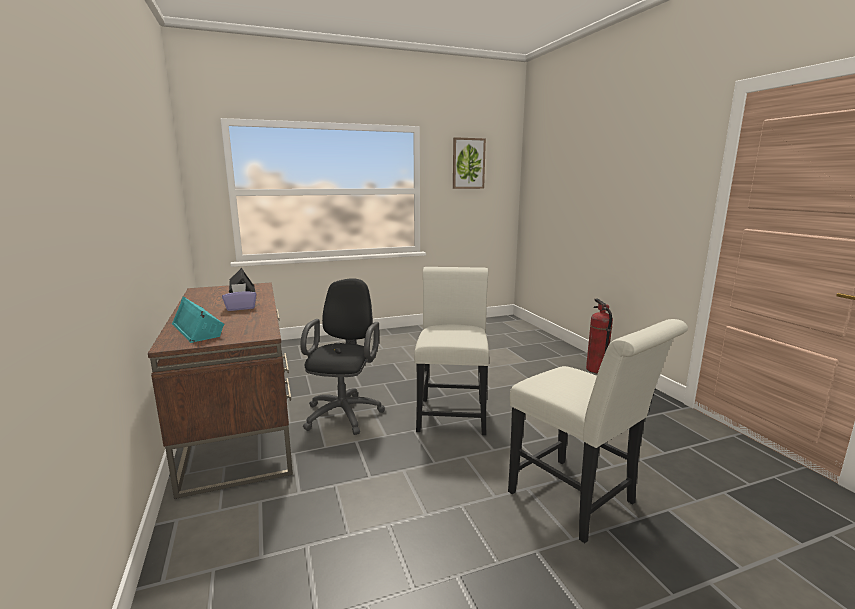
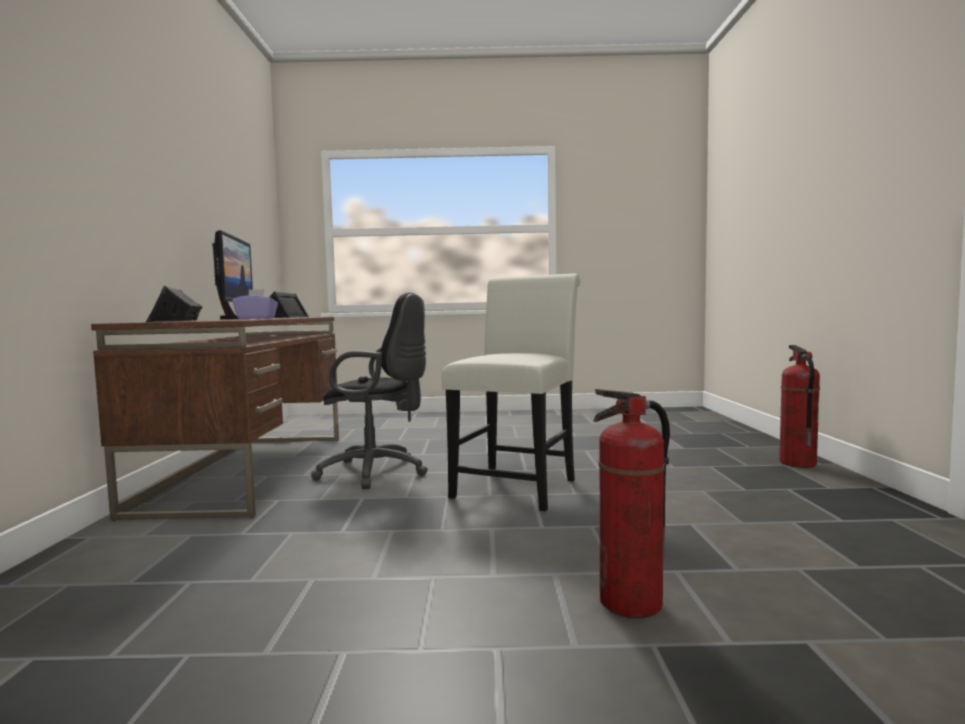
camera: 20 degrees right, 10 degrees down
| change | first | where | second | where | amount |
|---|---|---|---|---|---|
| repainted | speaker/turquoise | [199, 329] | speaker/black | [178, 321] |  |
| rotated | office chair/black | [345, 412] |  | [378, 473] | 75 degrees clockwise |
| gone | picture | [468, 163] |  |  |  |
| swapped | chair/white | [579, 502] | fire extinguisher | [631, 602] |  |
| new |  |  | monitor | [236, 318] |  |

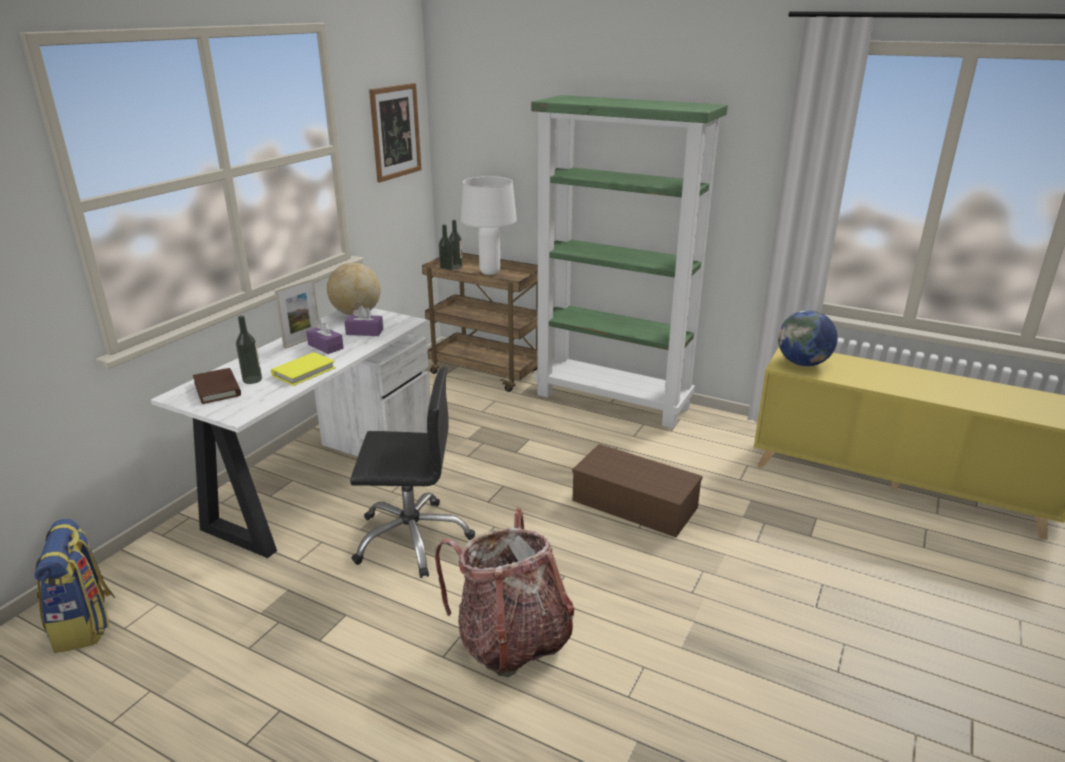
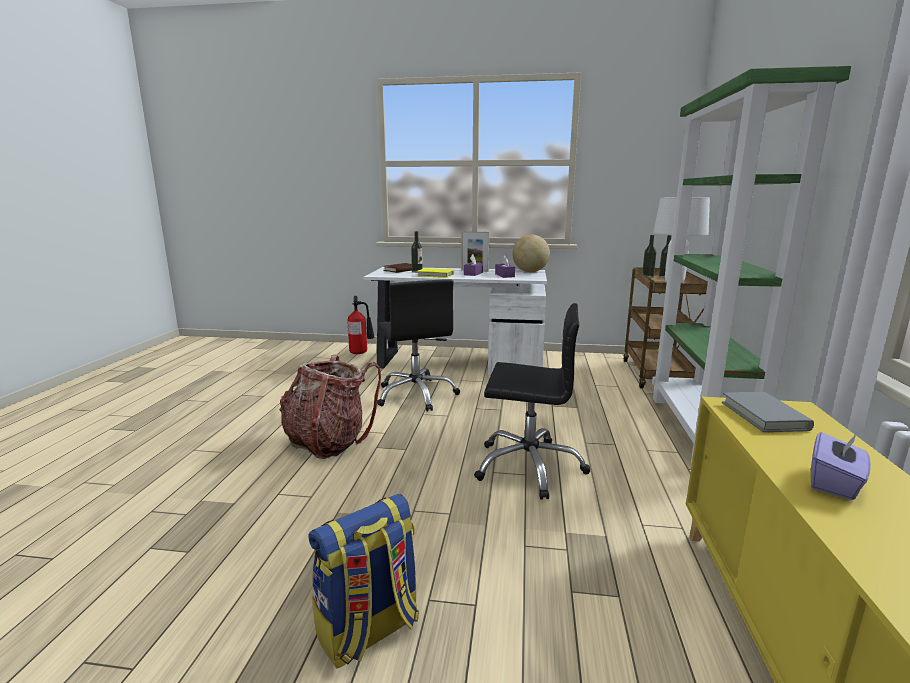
camera: 70 degrees right, 10 degrees down
| change | first | where | second | where | amount |
|---|---|---|---|---|---|
| shifted | backpack | [85, 624] |  | [369, 631] |  |
| gone | picture | [395, 132] |  |  |  |
| swapped | storage box/brown | [636, 504] | office chair/black | [529, 466] |  |
| swapped | globe | [803, 363] | book/grey | [764, 416] |  |
| new |  |  | fire extinguisher | [361, 352] |  |
| new |  |  | tissue box/purple | [834, 483] |  |

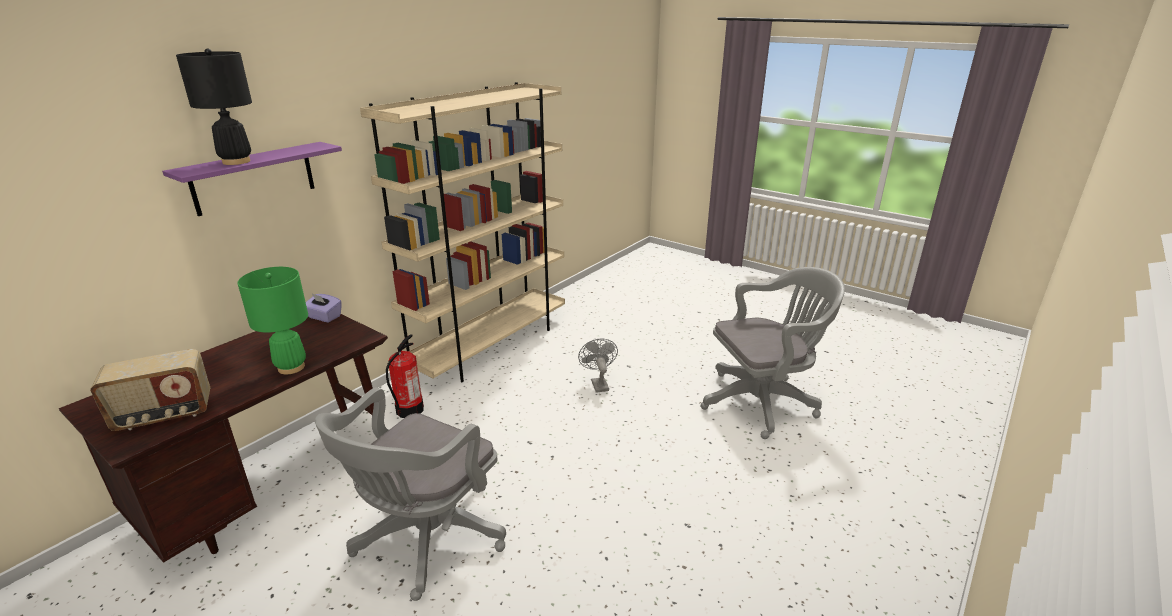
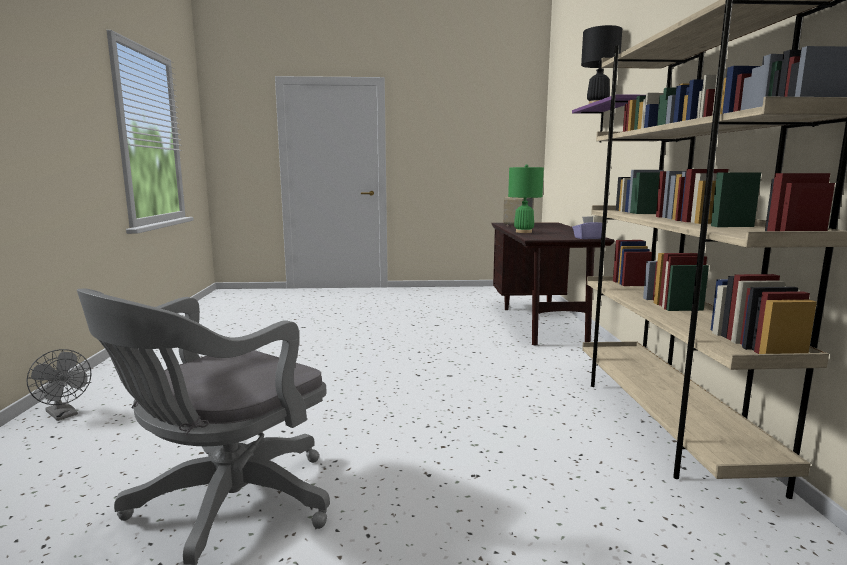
camera: 140 degrees right, 15 degrees down
| change | first | where | second | where | amount |
|---|---|---|---|---|---|
| gone | office chair/grey | [425, 540] |  |  |  |
| gone | fire extinguisher | [409, 410] |  |  |  |
| shifted | fan/grey | [598, 383] |  | [64, 415] |  |

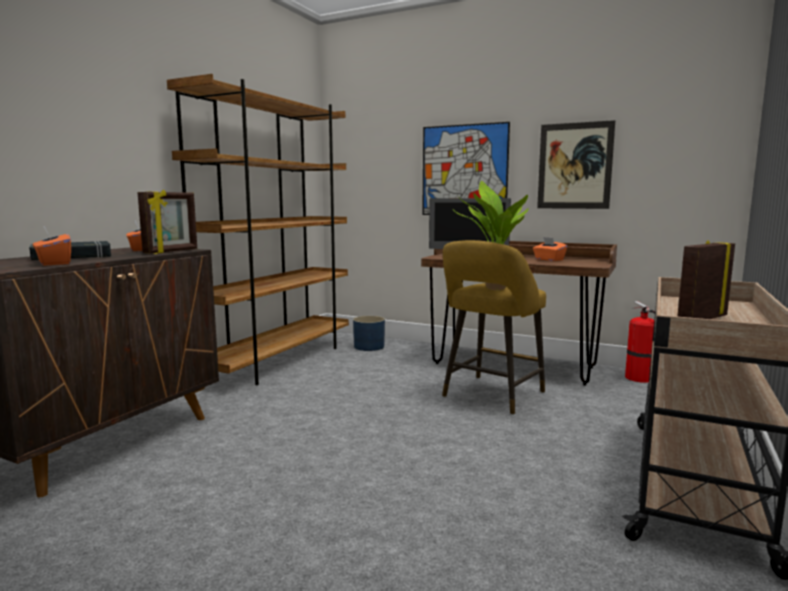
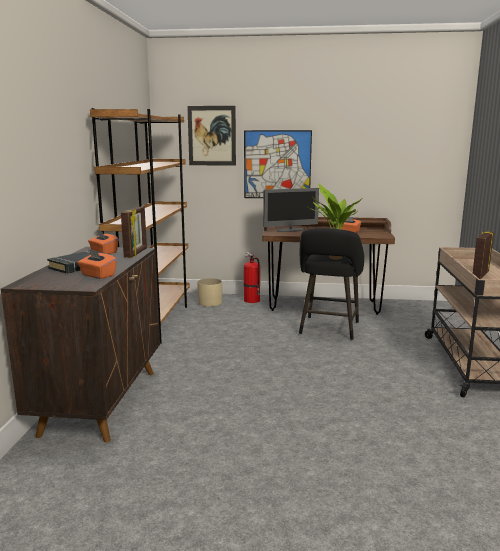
camera: 20 degrees left, 5 degrees up
| change | first | where | second | where | amount |
|---|---|---|---|---|---|
| repainted | planter/blue | [369, 346] | planter/beige | [210, 302] |  |
| repainted | stool/yellow | [490, 396] | stool/black | [328, 330] |  |
| shifted | picture | [574, 166] |  | [212, 136] |  |
| shifted | fire extinguisher | [640, 378] |  | [252, 300] |  |

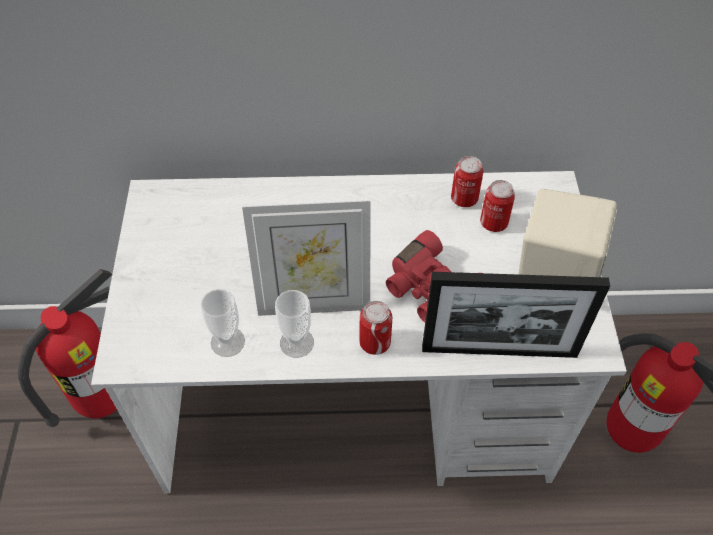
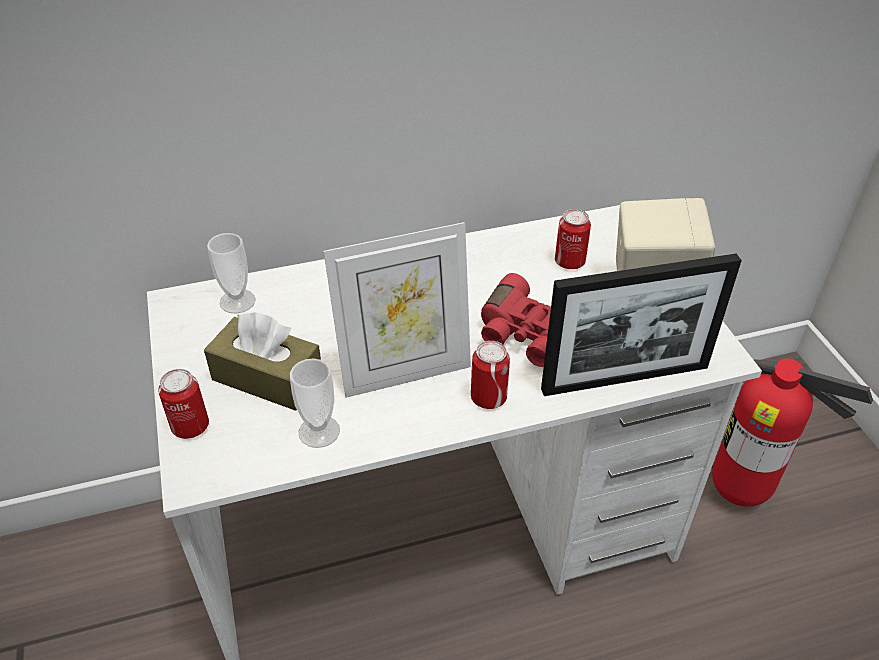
camera: 15 degrees left, 10 degrees down
| change | first | where | second | where | amount |
|---|---|---|---|---|---|
| gone | fire extinguisher | [103, 401] |  |  |  |
| shifted | cup | [296, 343] |  | [237, 301] |  |
| shifted | can | [464, 199] |  | [190, 426] |  |
| new |  |  | tissue box/brown | [267, 377] |  |

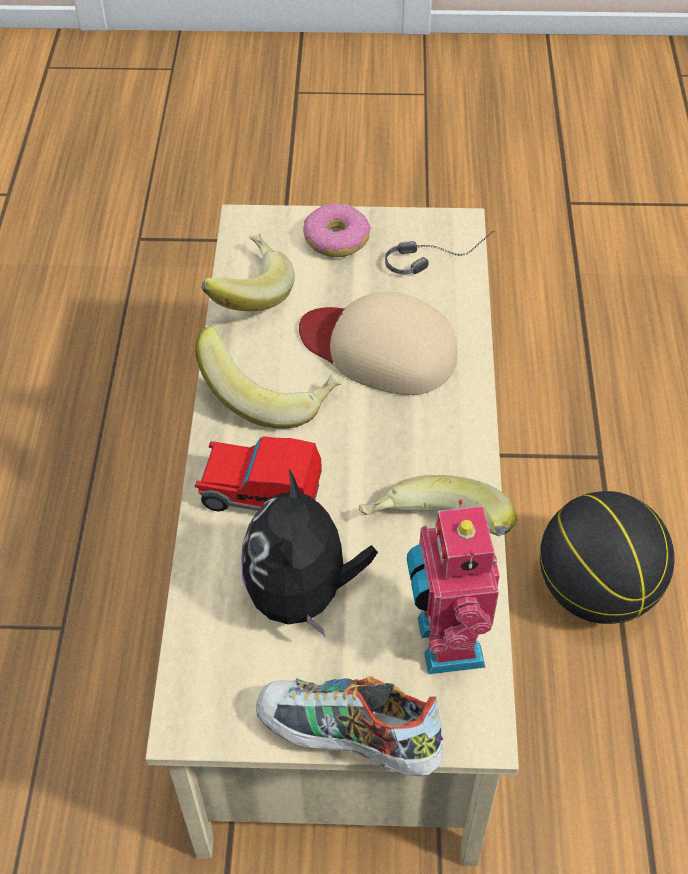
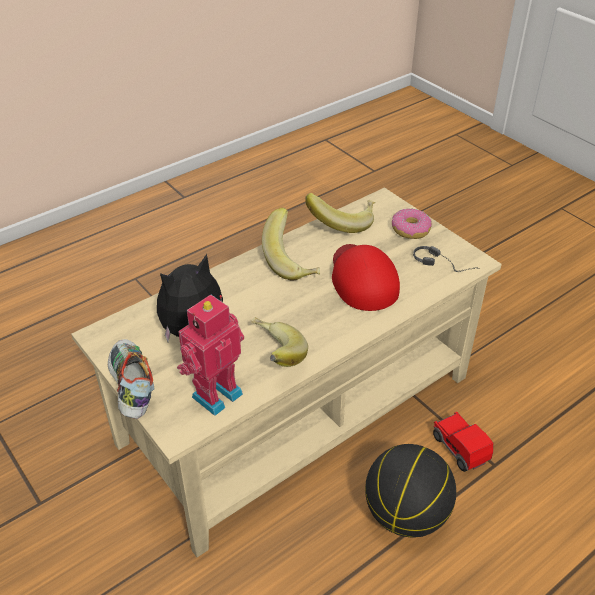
camera: 50 degrees right, 10 degrees down
| change | first | where | second | where | amount |
|---|---|---|---|---|---|
| shifted | toy car | [260, 494] |  | [460, 448] |  |
| repainted | cap/beige | [379, 348] | cap/red | [362, 279] |  |

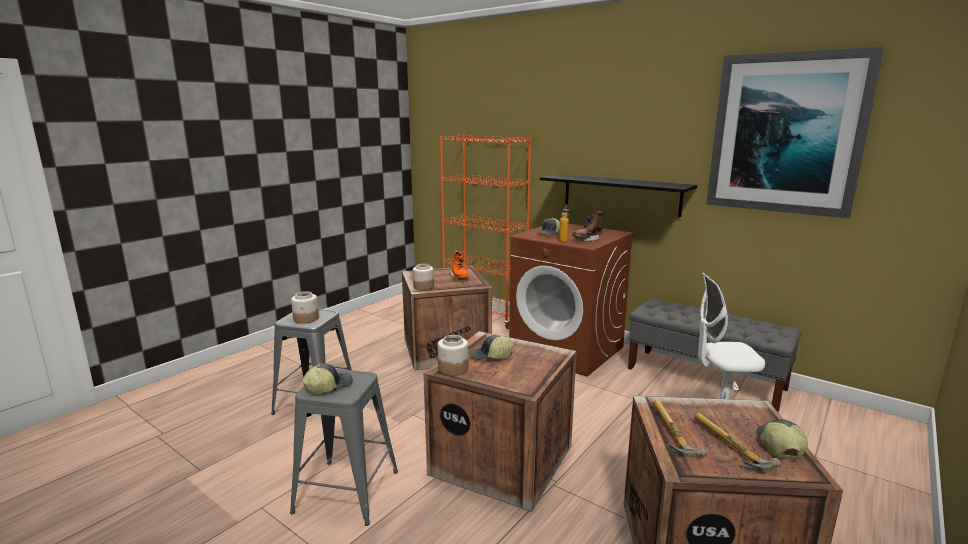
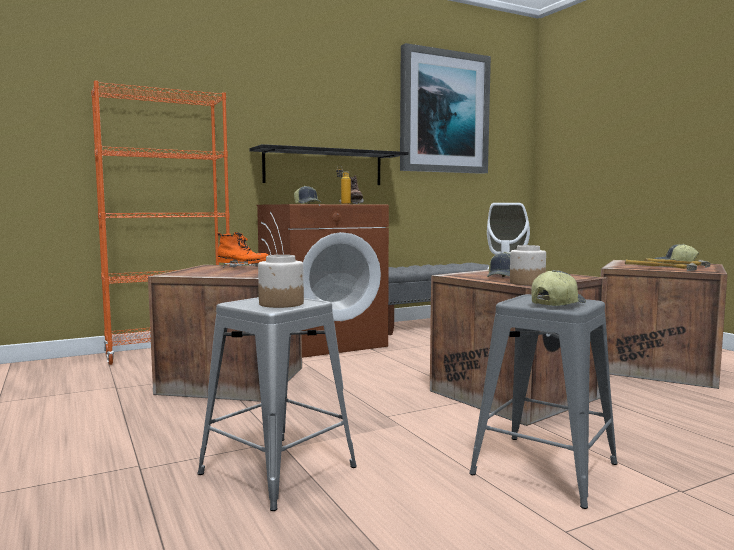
camera: 65 degrees left, 10 degrees down
| change | first | where | second | where | amount |
|---|---|---|---|---|---|
| rotated | cap | [328, 386] |  | [556, 303] | 60 degrees clockwise |
| gone | jar | [423, 287] |  |  |  |

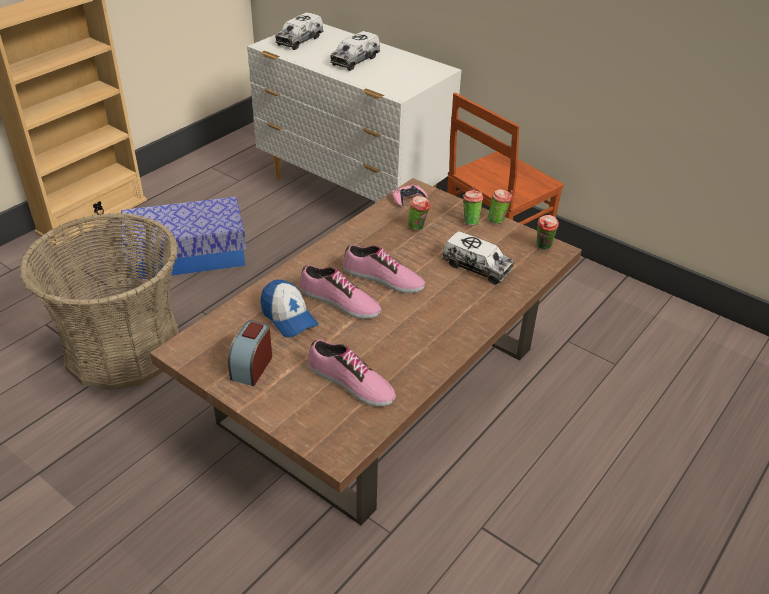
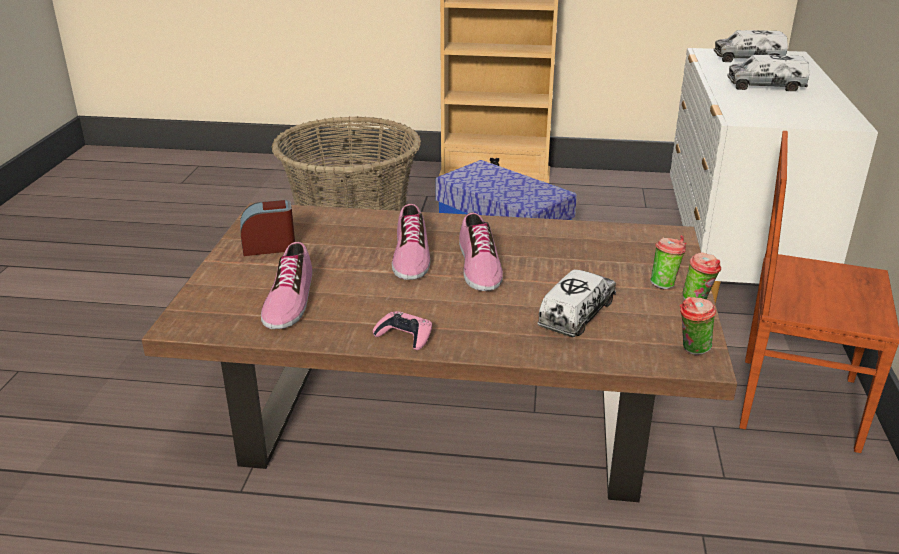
camera: 60 degrees right, 10 degrees down
| change | first | where | second | where | amount |
|---|---|---|---|---|---|
| gone | cap | [288, 317] |  |  |  |
| shifted | game controller/pink | [408, 199] |  | [404, 336] |  |
| gone | cup | [418, 228] |  |  |  |
| rotated | toy truck | [476, 267] |  | [577, 314] | 150 degrees counterclockwise |

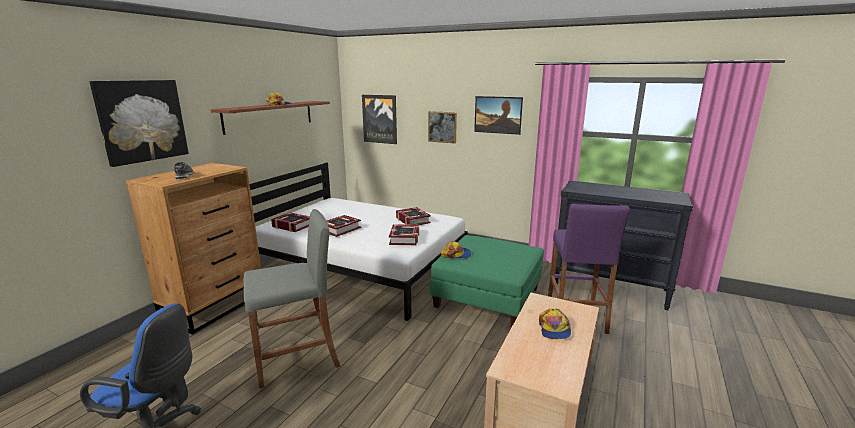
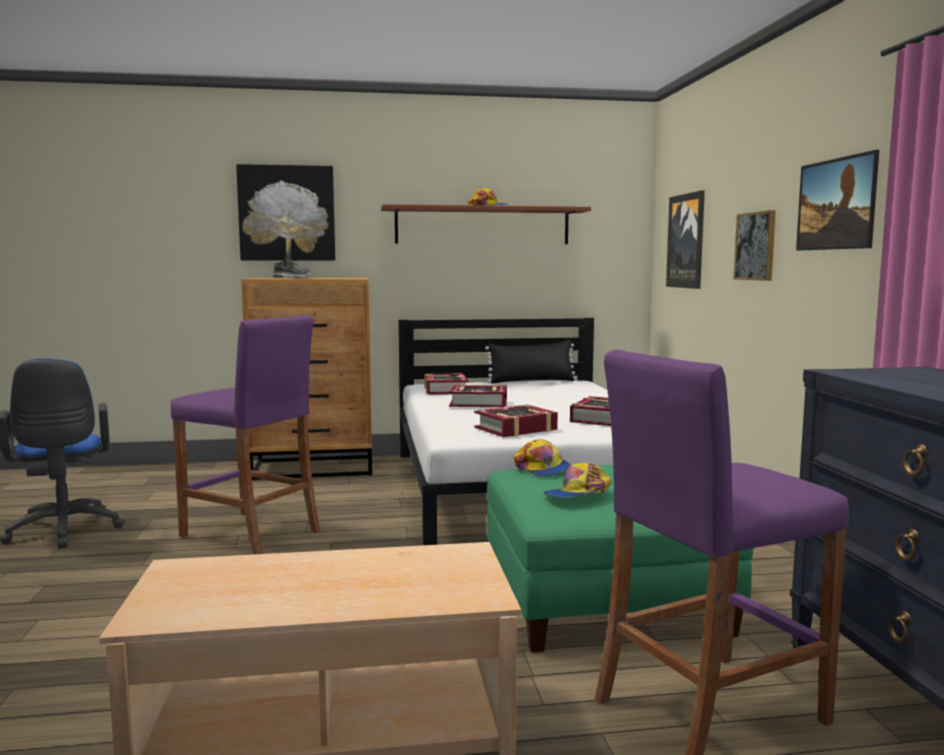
camera: 55 degrees right, 10 degrees down
| change | first | where | second | where | amount |
|---|---|---|---|---|---|
| repainted | stool/grey | [298, 360] | stool/purple | [251, 534] |  |
| shifted | cap | [554, 329] |  | [578, 494] |  |
| new |  |  | pillow/black | [531, 381] |  |

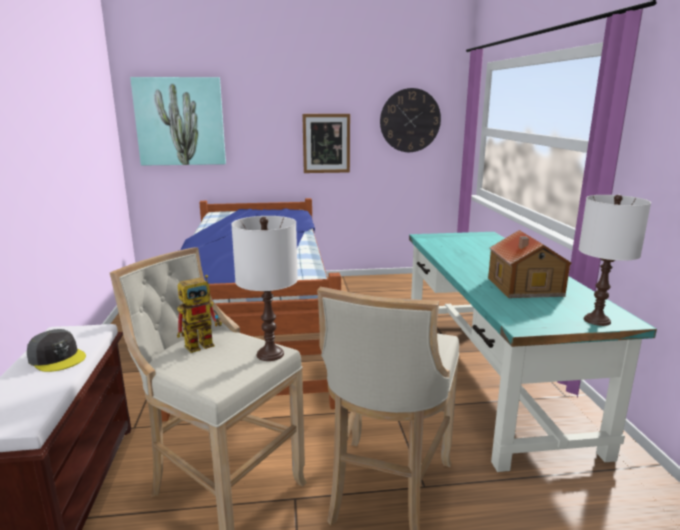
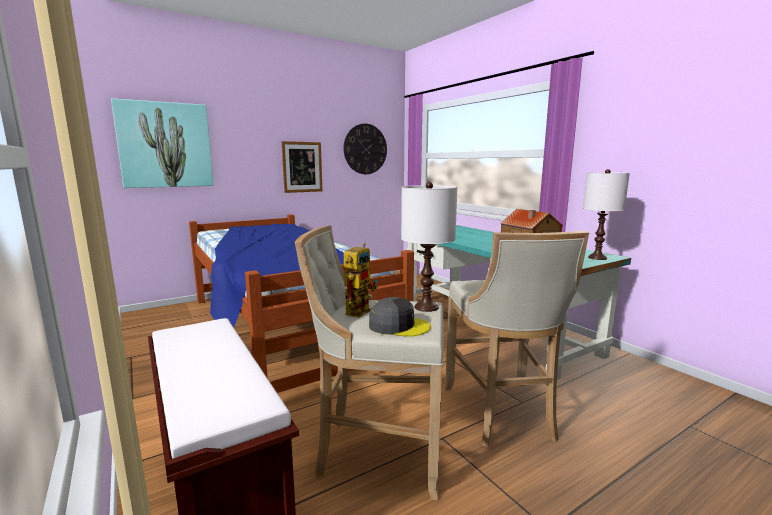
camera: 25 degrees left, 5 degrees down
| change | first | where | second | where | amount |
|---|---|---|---|---|---|
| shifted | cap/grey | [57, 358] |  | [398, 326] |  |

